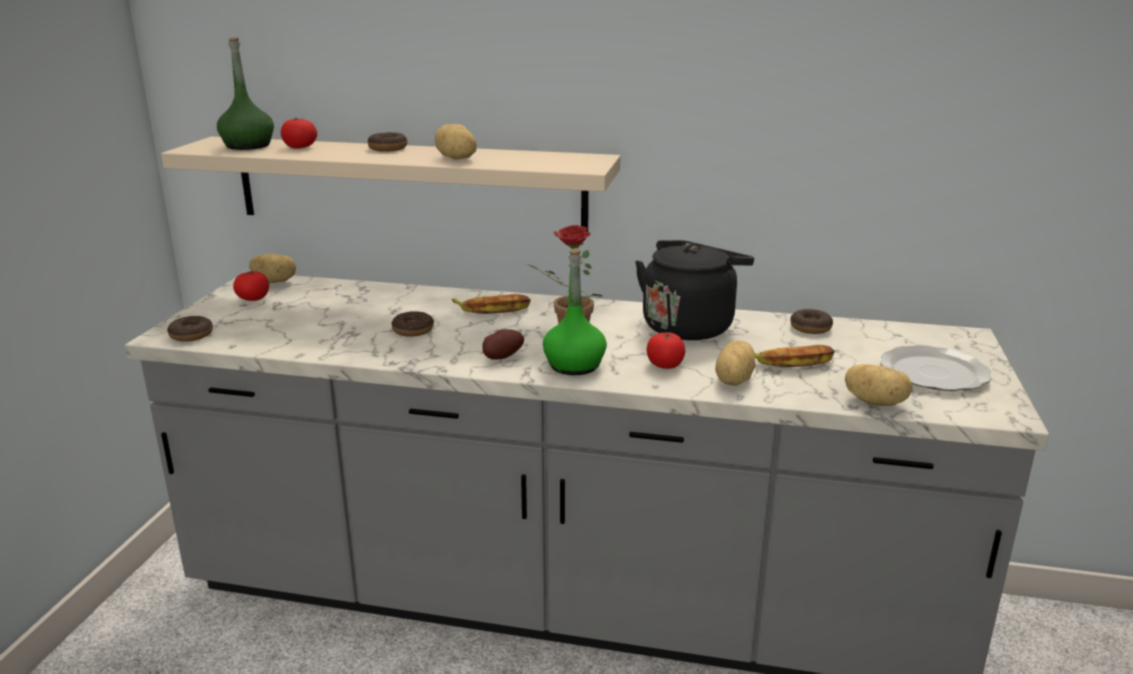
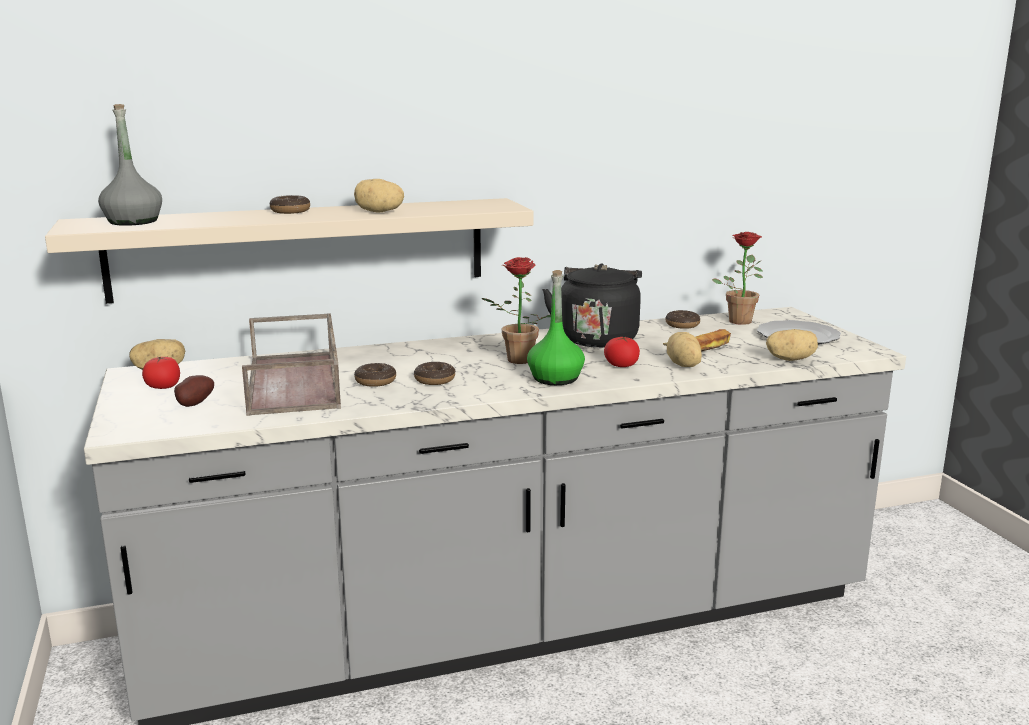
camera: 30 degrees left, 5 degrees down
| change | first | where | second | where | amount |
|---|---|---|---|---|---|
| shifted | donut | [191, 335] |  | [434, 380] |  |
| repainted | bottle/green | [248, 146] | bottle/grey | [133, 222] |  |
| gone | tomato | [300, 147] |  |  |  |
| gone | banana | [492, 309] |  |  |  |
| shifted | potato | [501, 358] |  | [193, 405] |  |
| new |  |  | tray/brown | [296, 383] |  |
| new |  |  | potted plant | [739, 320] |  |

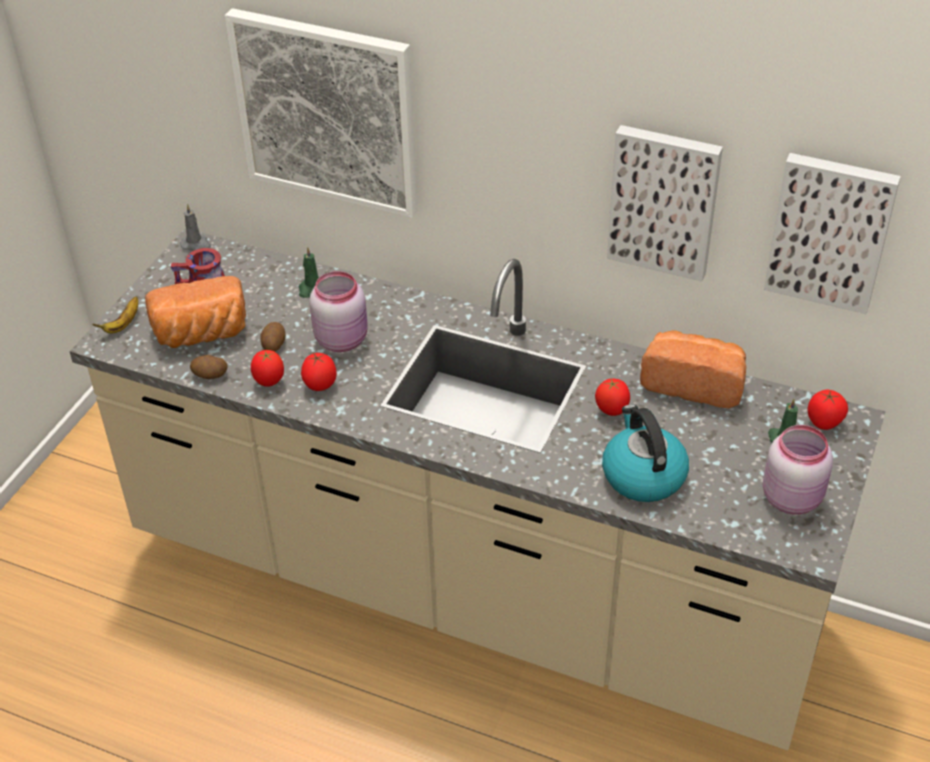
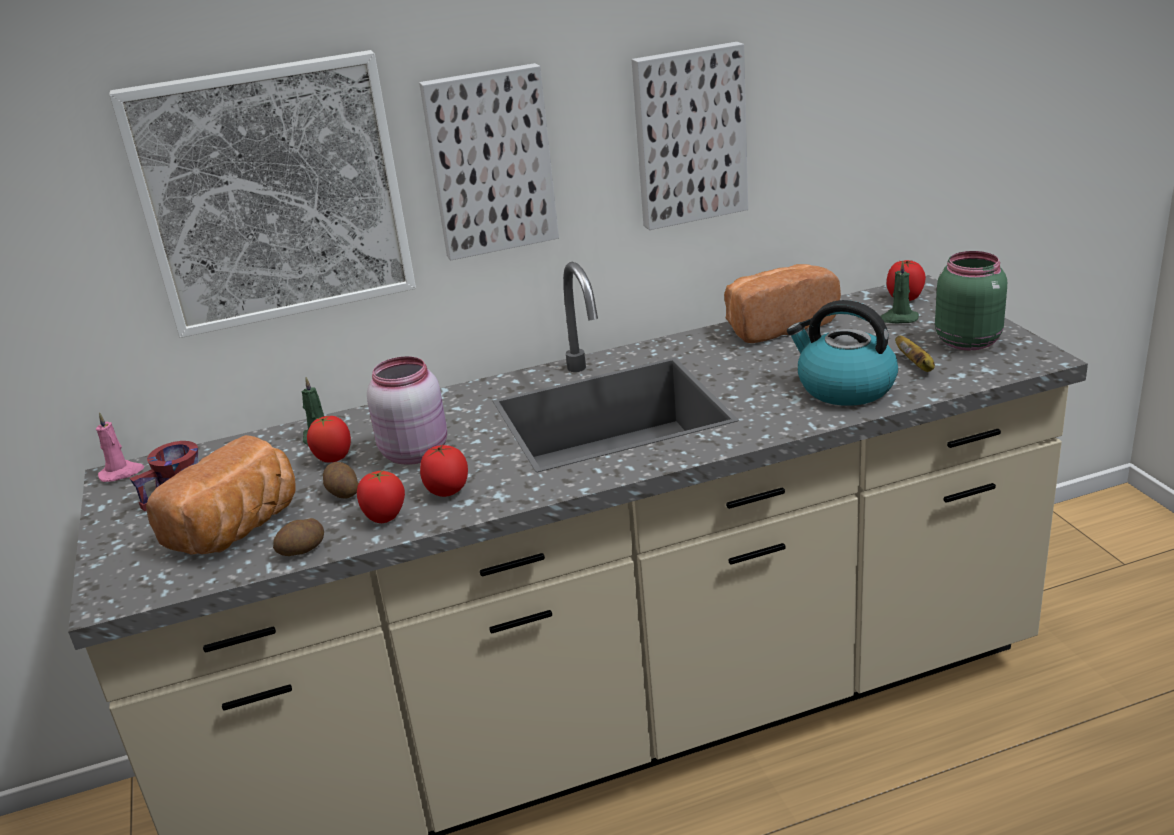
camera: 40 degrees left, 15 degrees down
| change | first | where | second | where | amount |
|---|---|---|---|---|---|
| shifted | banana | [123, 324] |  | [916, 366] |  |
| repainted | candle/grey | [196, 245] | candle/pink | [122, 473] |  |
| shifted | tomato | [611, 411] |  | [333, 459] |  |
| repainted | jar/pink | [792, 497] | jar/green | [967, 341] |  |
| shifted | picture | [830, 230] |  | [489, 161] |  |

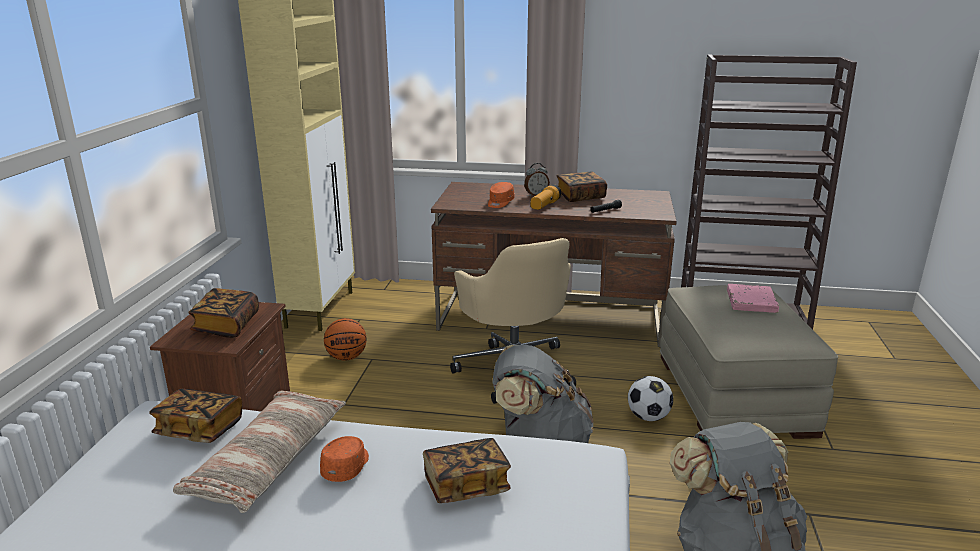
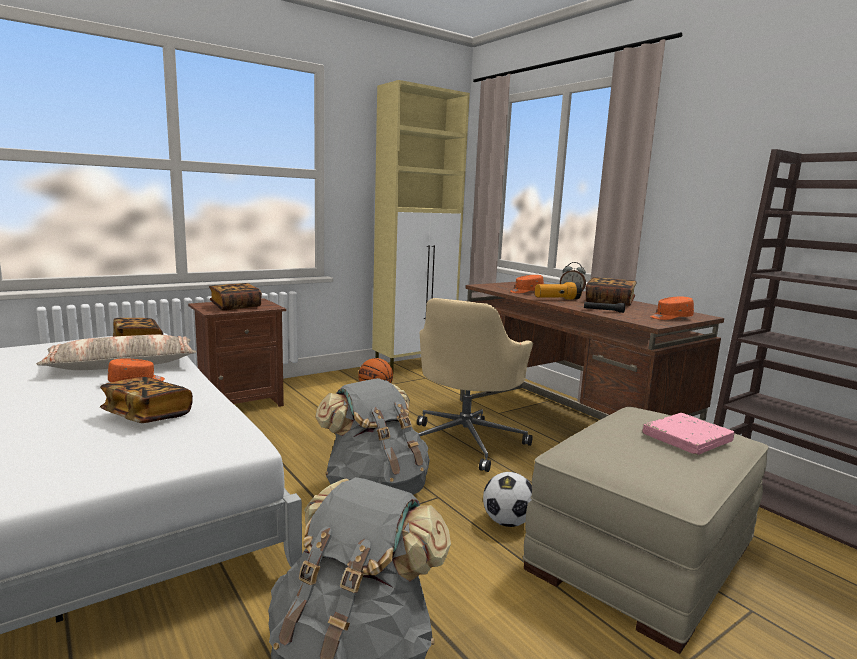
camera: 45 degrees right, 10 degrees down
| change | first | where | second | where | amount |
|---|---|---|---|---|---|
| new |  |  | cap/orange | [670, 317] |  |

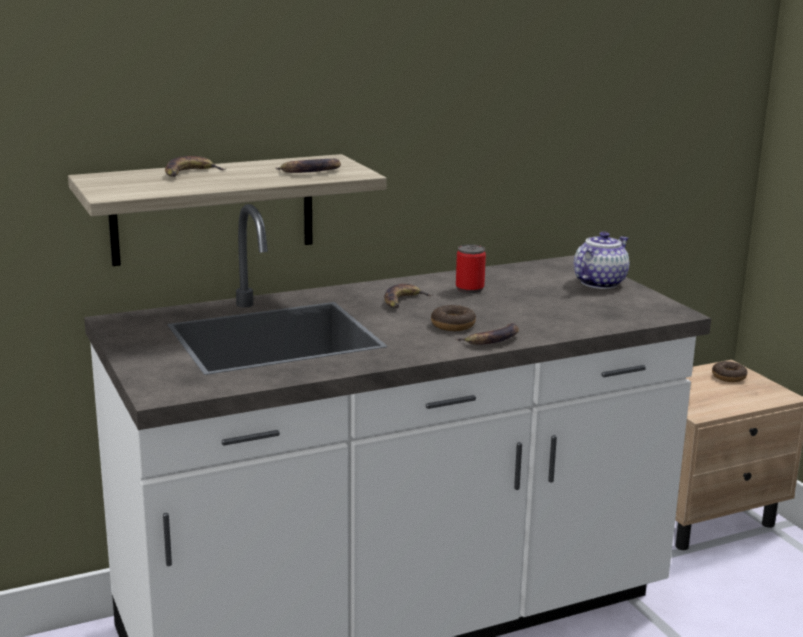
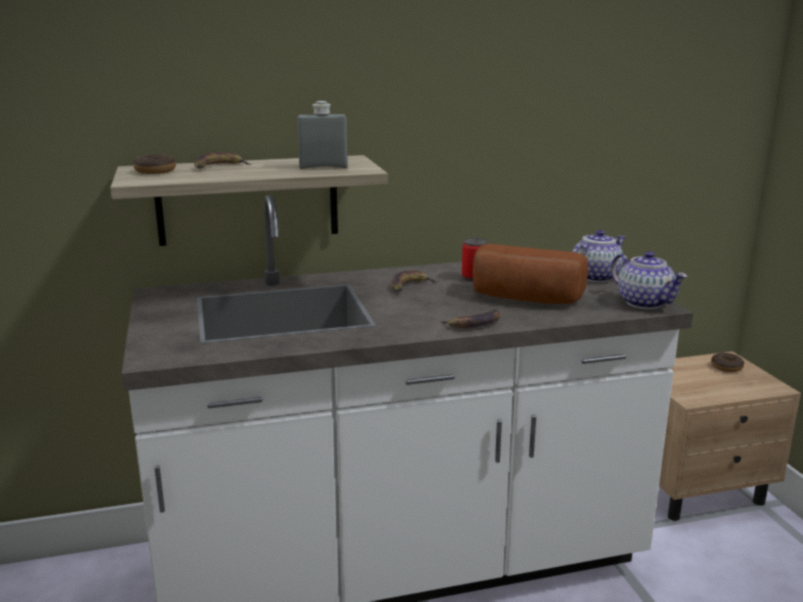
camera: 10 degrees right, 0 degrees up
| change | first | where | second | where | amount |
|---|---|---|---|---|---|
| swapped | banana | [310, 171] | bottle/grey | [323, 167] |  |
| shifted | donut | [453, 325] |  | [155, 171] |  |
| new |  |  | bread | [525, 298] |  |
| new |  |  | teapot | [644, 302] |  |

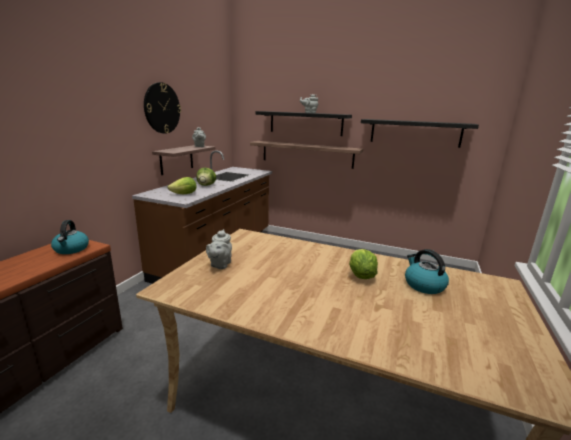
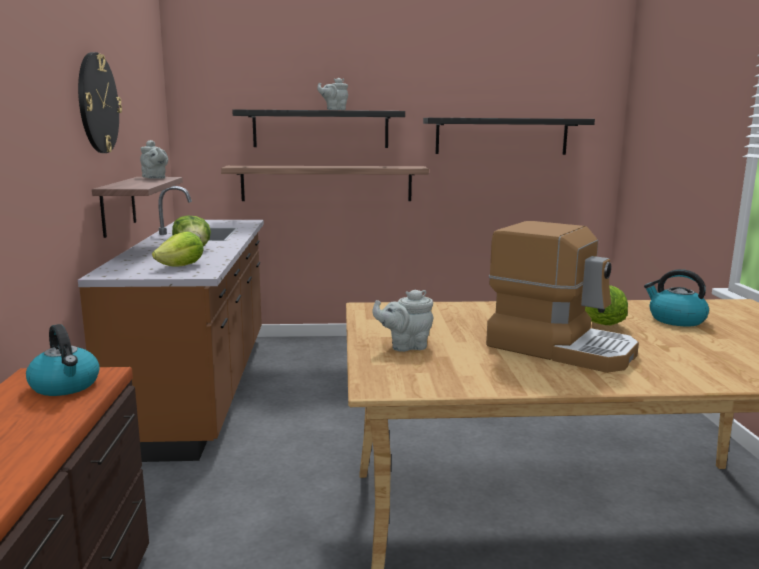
camera: 25 degrees left, 5 degrees down
| change | first | where | second | where | amount |
|---|---|---|---|---|---|
| rotated | teapot/grey | [220, 265] |  | [405, 346] | 90 degrees clockwise |
| new |  |  | coffee machine | [560, 348] |  |

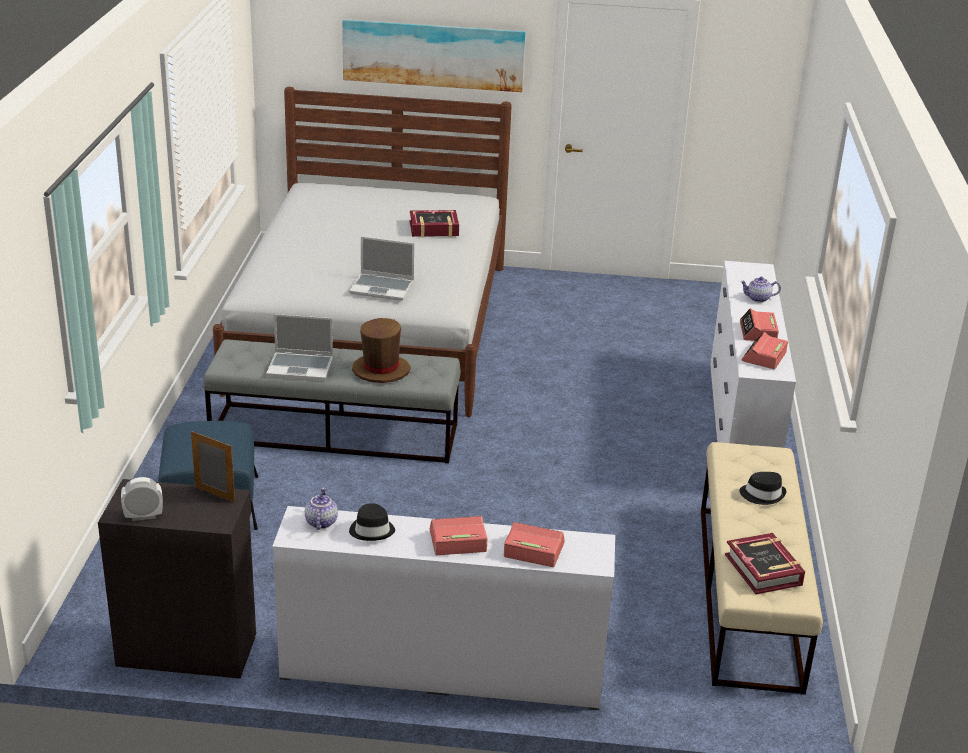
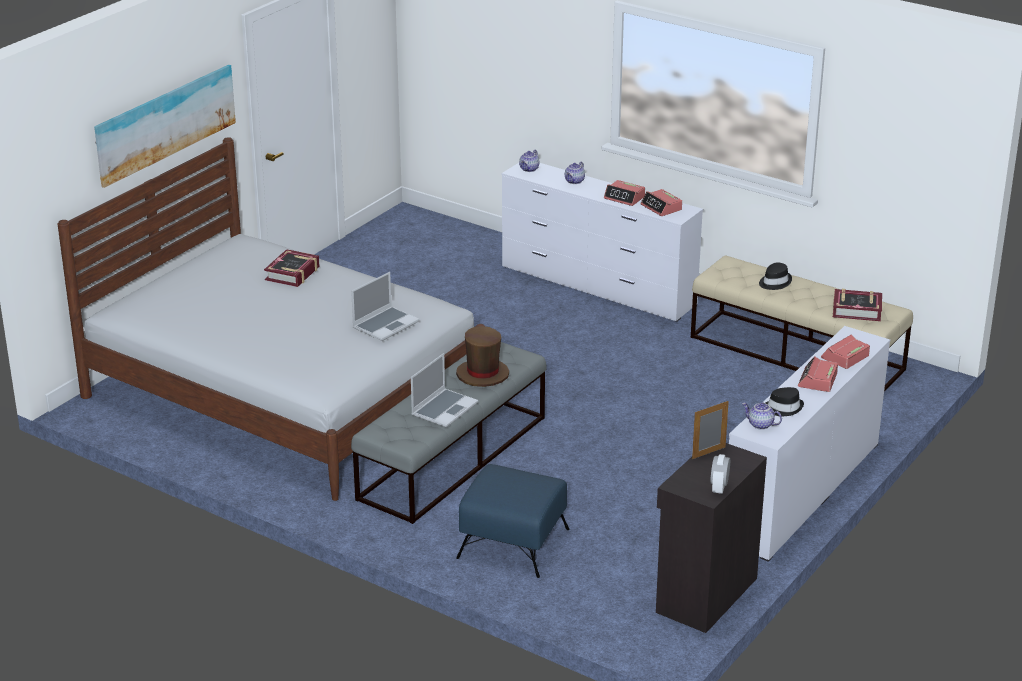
camera: 60 degrees left, 0 degrees up
| change | first | where | second | where | amount |
|---|---|---|---|---|---|
| new |  |  | teapot | [529, 169] |  |

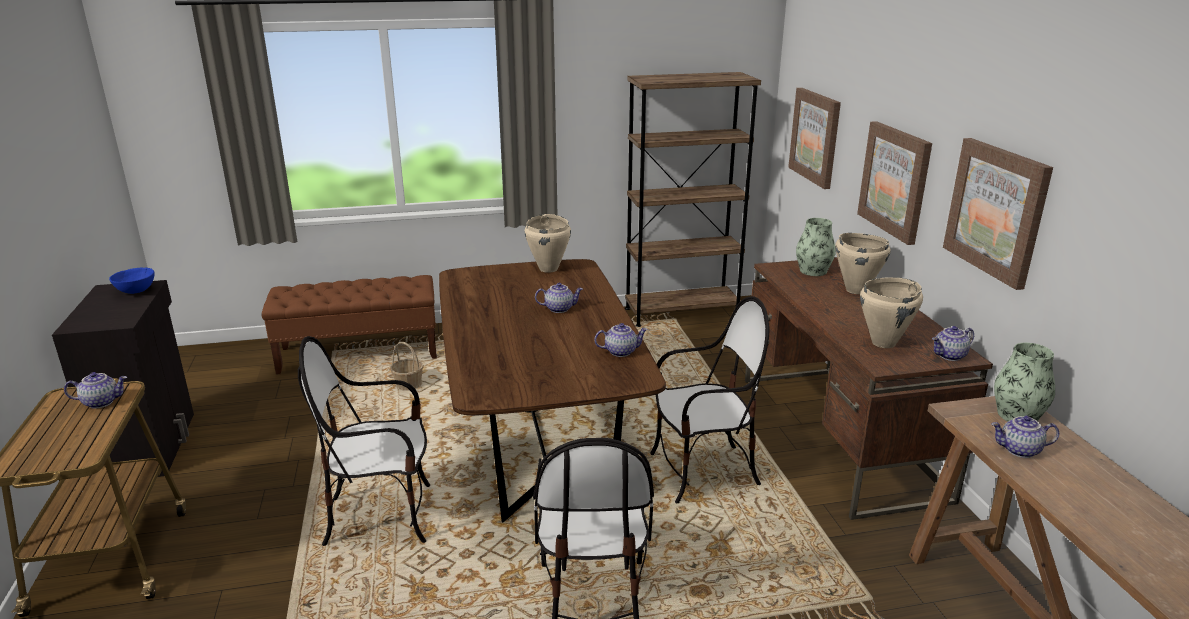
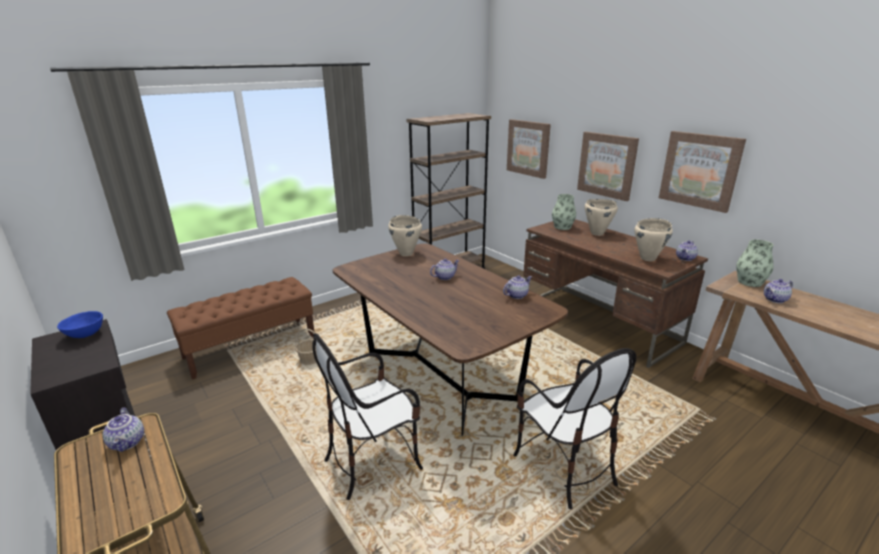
camera: 25 degrees left, 0 degrees up
| change | first | where | second | where | amount |
|---|---|---|---|---|---|
| rotated | teapot | [102, 402] |  | [128, 442] | 105 degrees clockwise |
| gone | chair | [703, 472] |  |  |  |

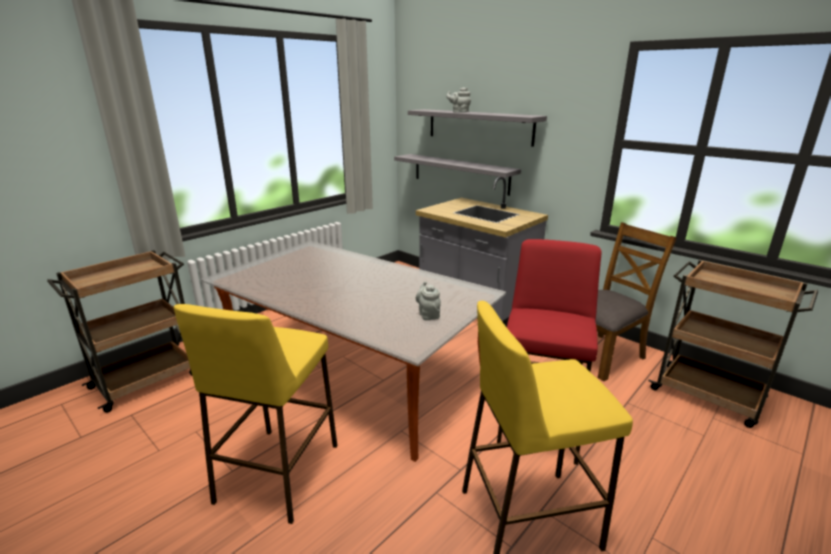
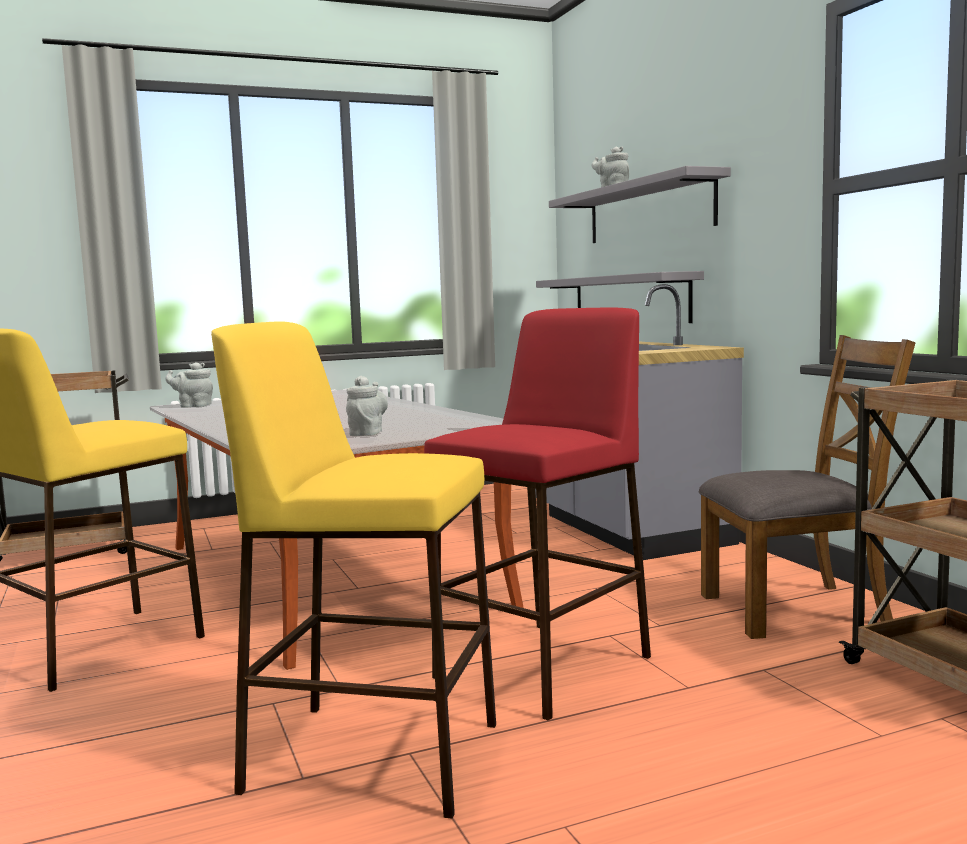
camera: 25 degrees right, 15 degrees down
| change | first | where | second | where | amount |
|---|---|---|---|---|---|
| new |  |  | teapot/grey | [193, 406] |  |

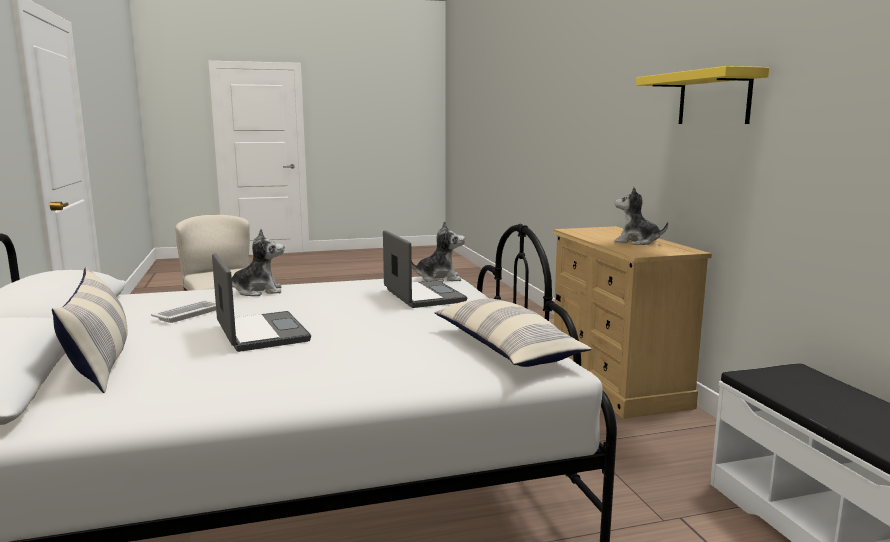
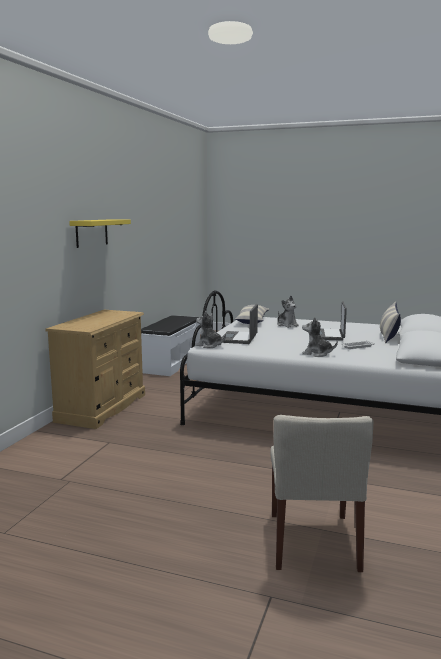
camera: 145 degrees left, 0 degrees up
| change | first | where | second | where | amount |
|---|---|---|---|---|---|
| shifted | plush toy | [636, 242] |  | [287, 325] |  |

